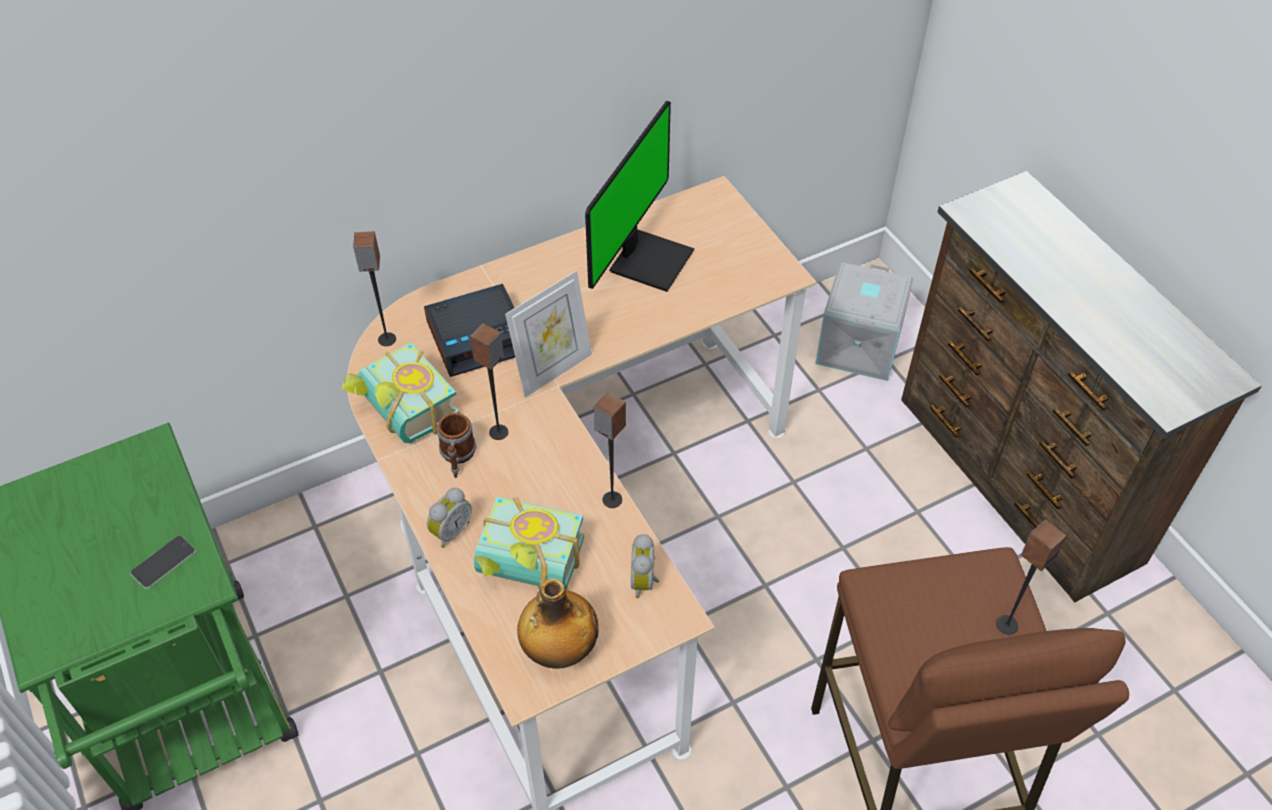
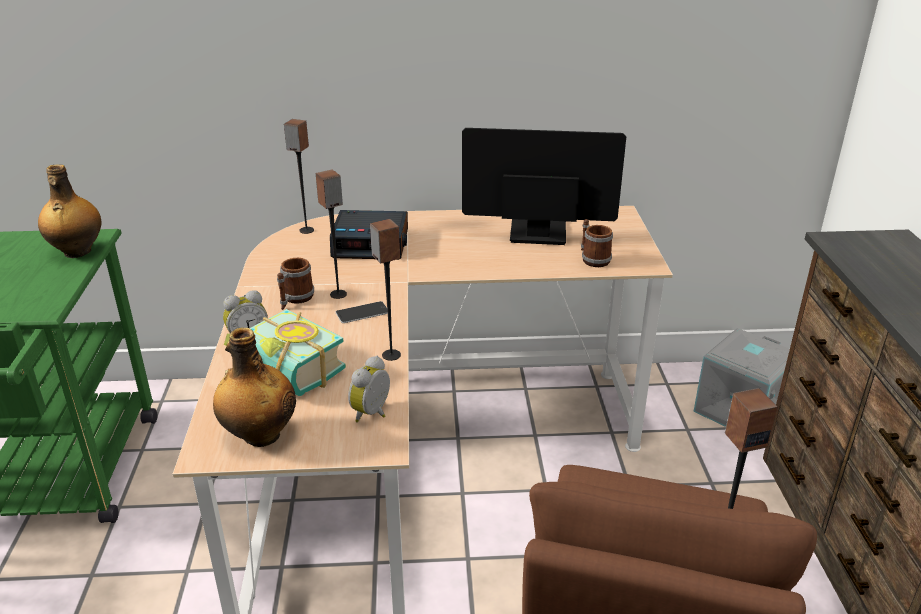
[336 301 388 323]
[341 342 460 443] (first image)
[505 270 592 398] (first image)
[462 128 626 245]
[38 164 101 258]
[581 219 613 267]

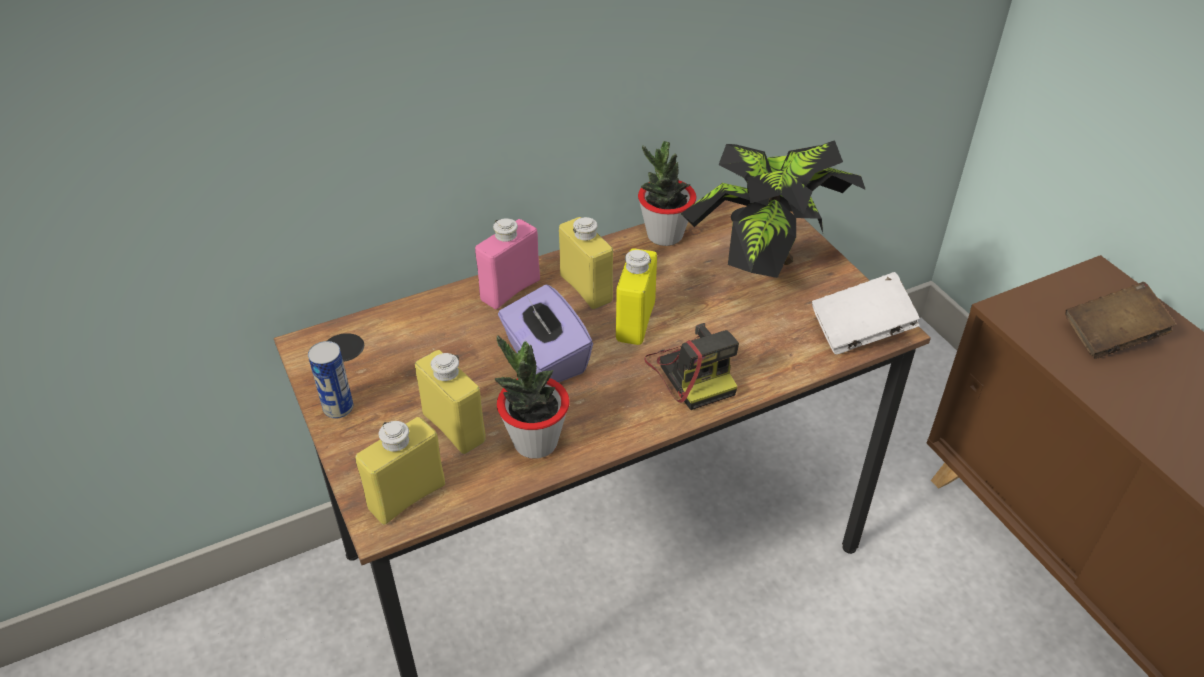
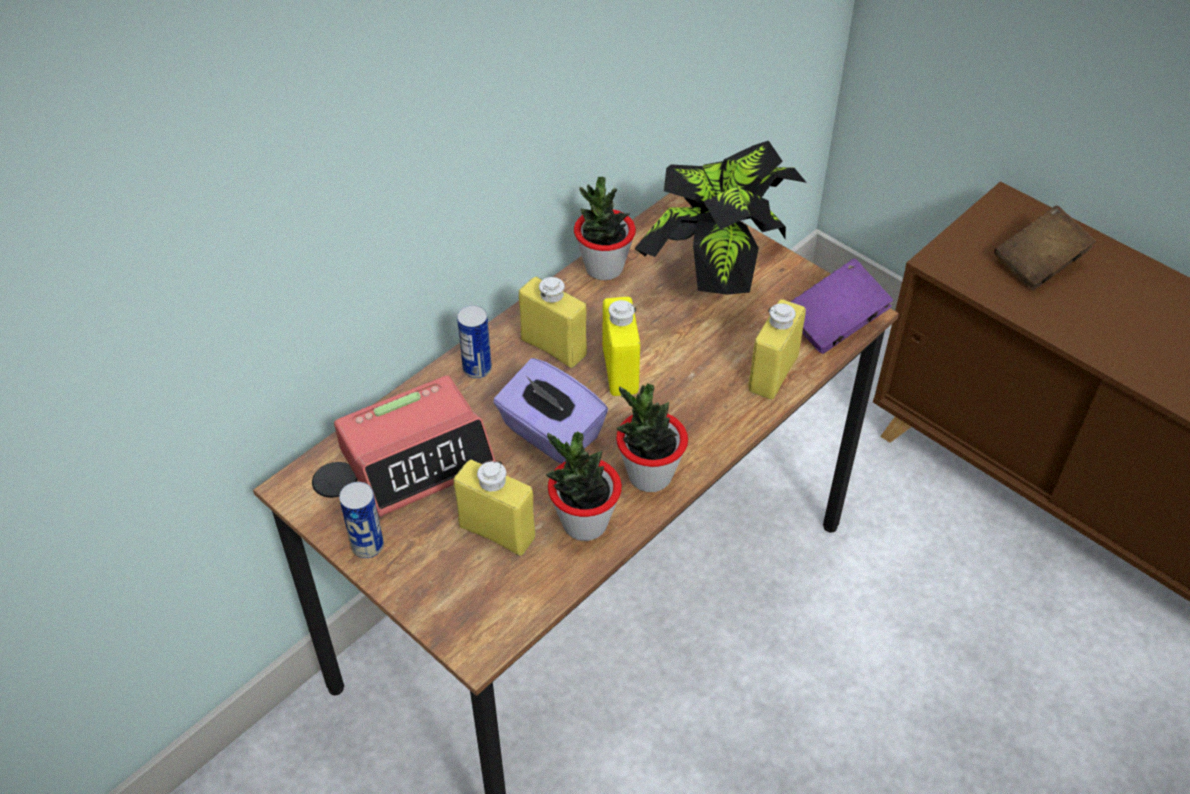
[748 299 806 399]
[457 305 492 379]
[644 323 739 410] (first image)
[791 259 893 354]
[334 375 496 517]
[616 383 688 492]

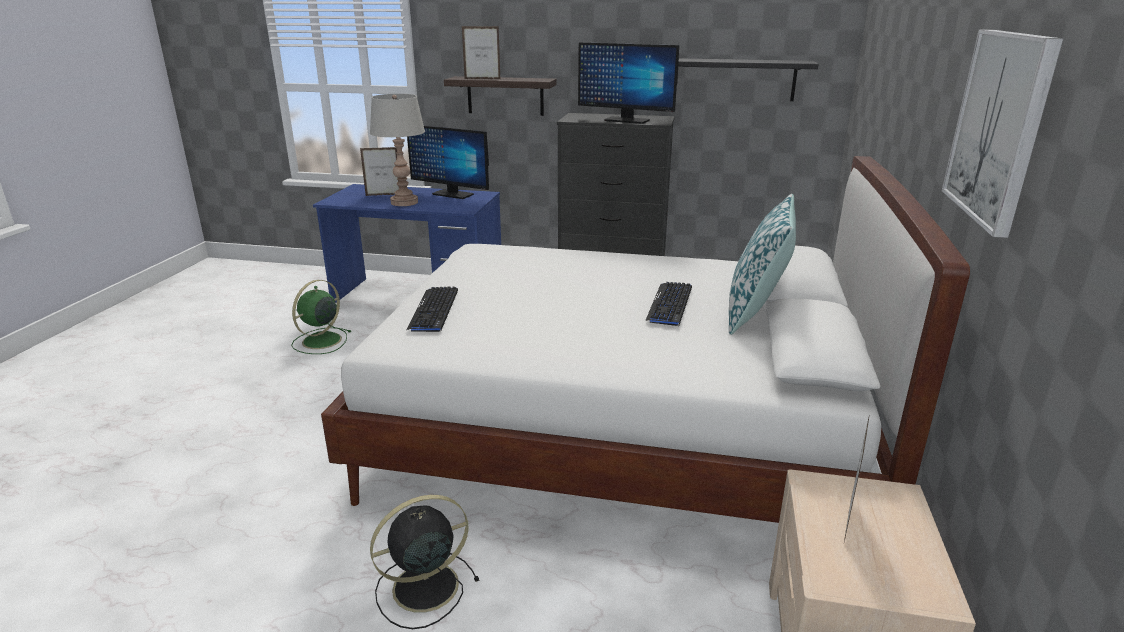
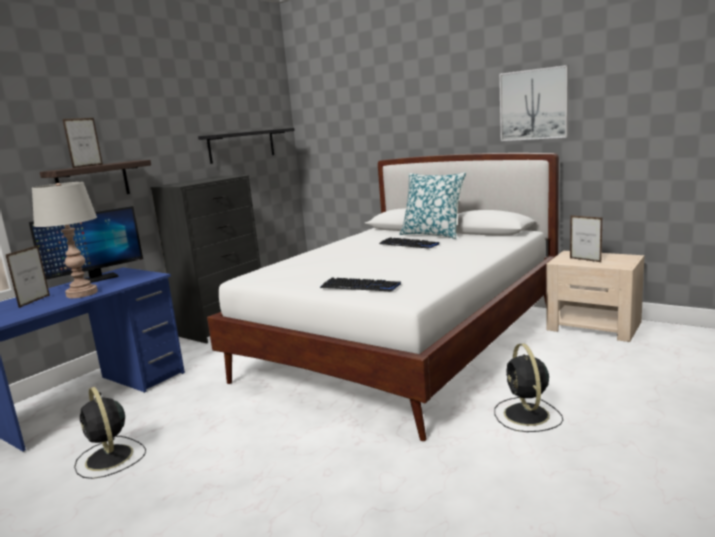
[74 387 146 479]
[578 42 679 124] (first image)

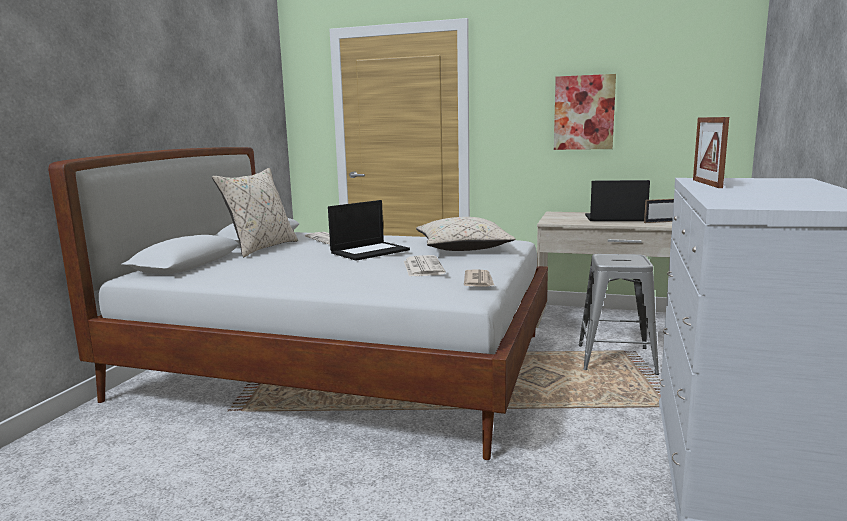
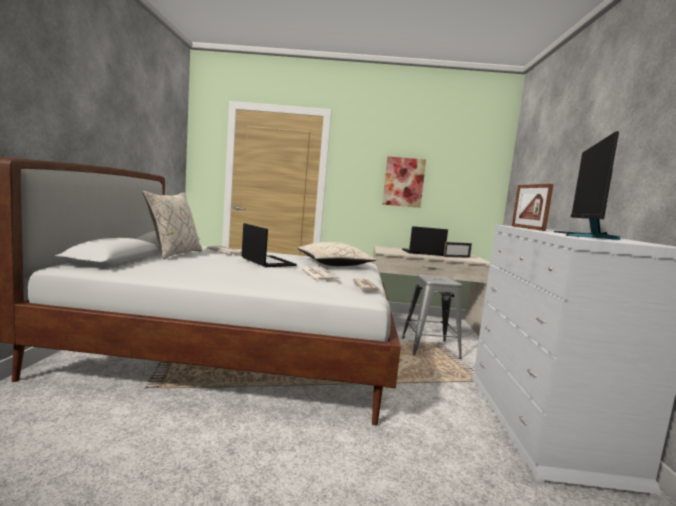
[242 223 297 267]
[554 131 620 240]

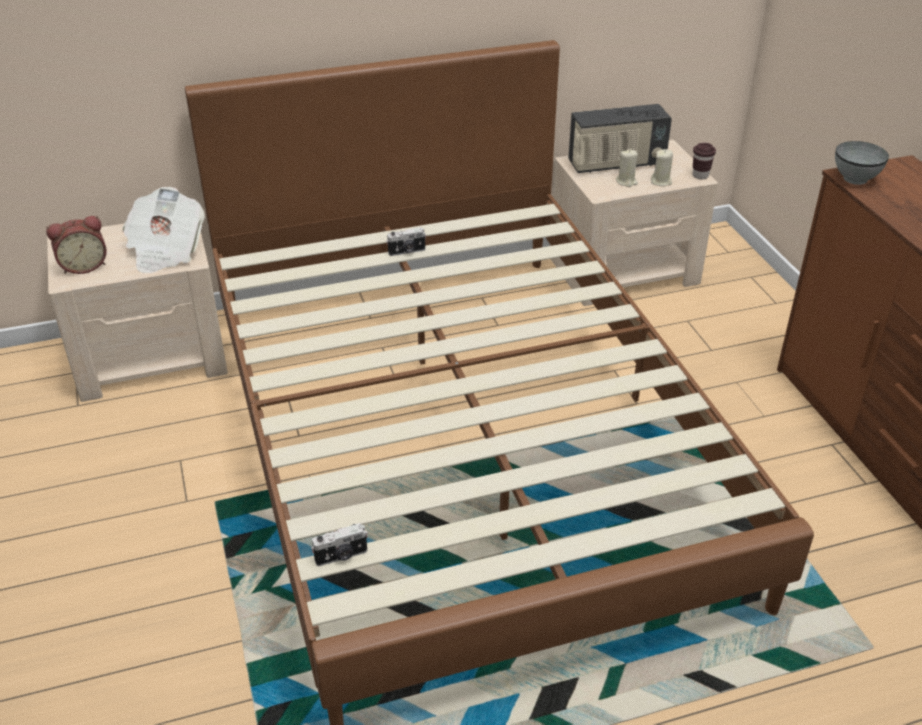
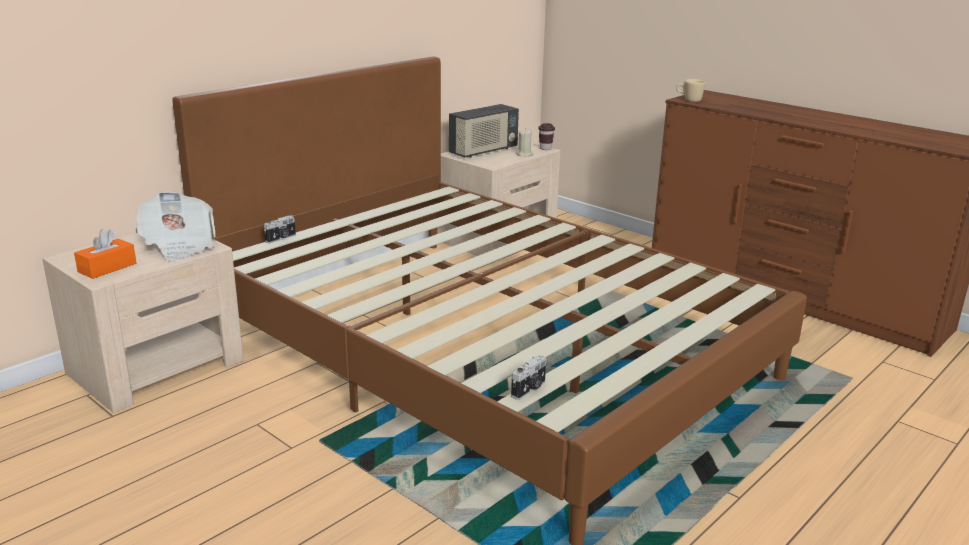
[74 229 136 279]
[264 215 296 243]
[616 149 638 187] (first image)
[676 79 706 102]

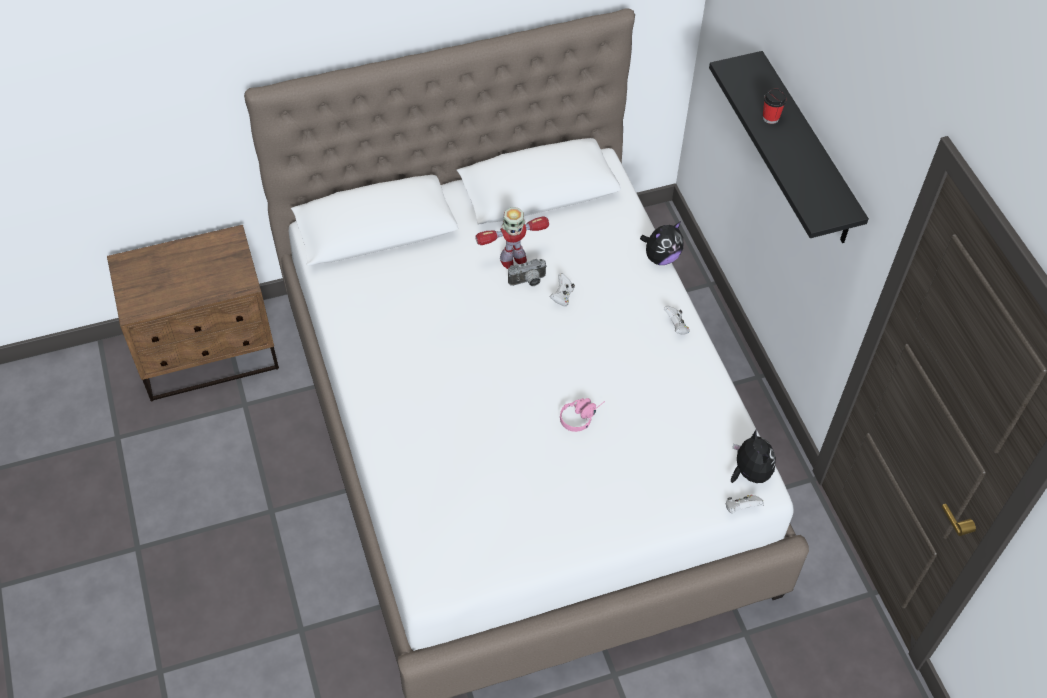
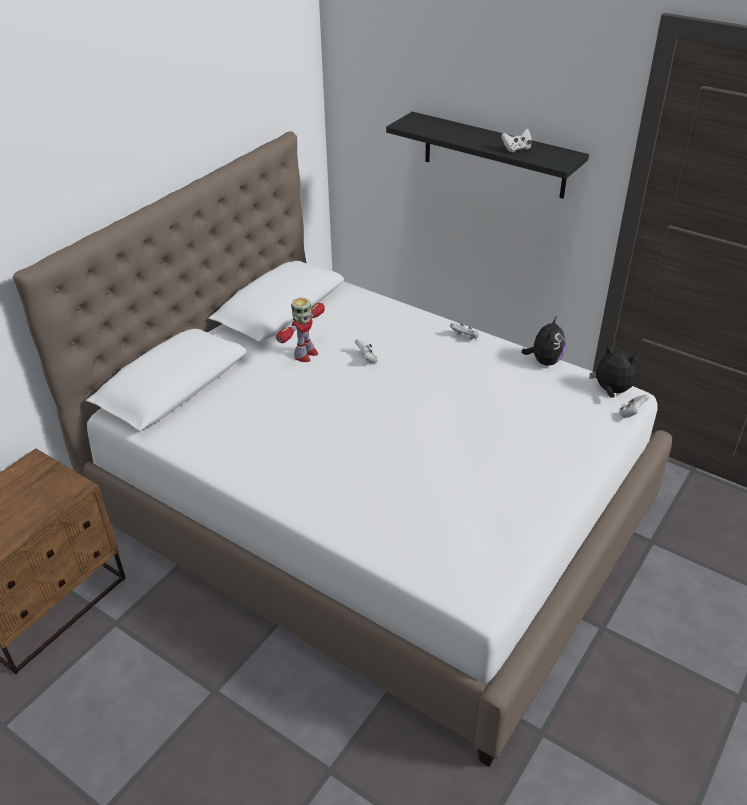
[508 259 547 286] (first image)
[560 398 605 432] (first image)
[521 316 565 366]
[763 88 787 124] (first image)
[501 128 531 152]

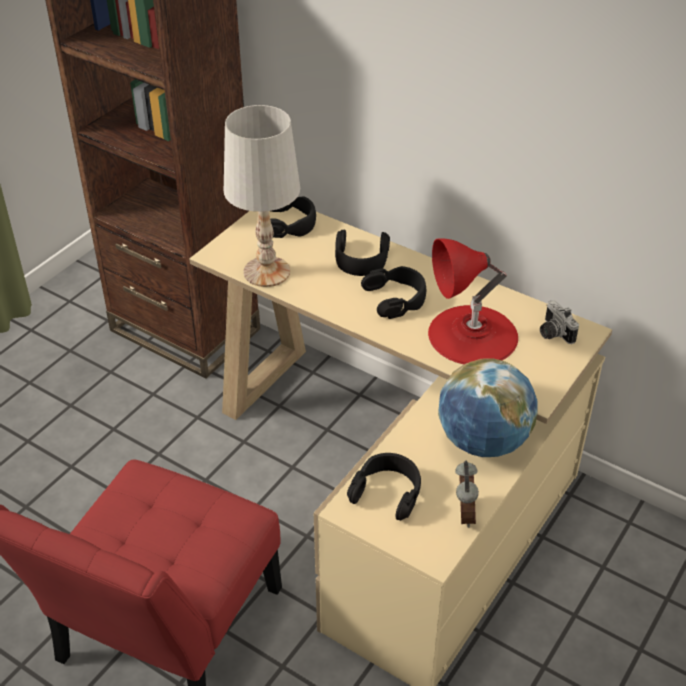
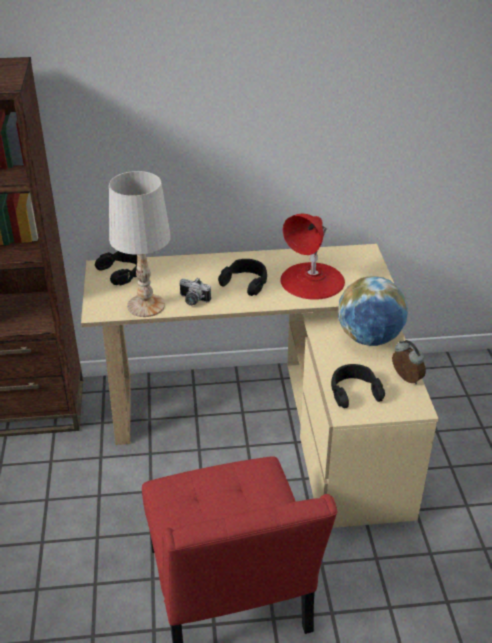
[335 230 390 276] (first image)
[180 278 211 306]

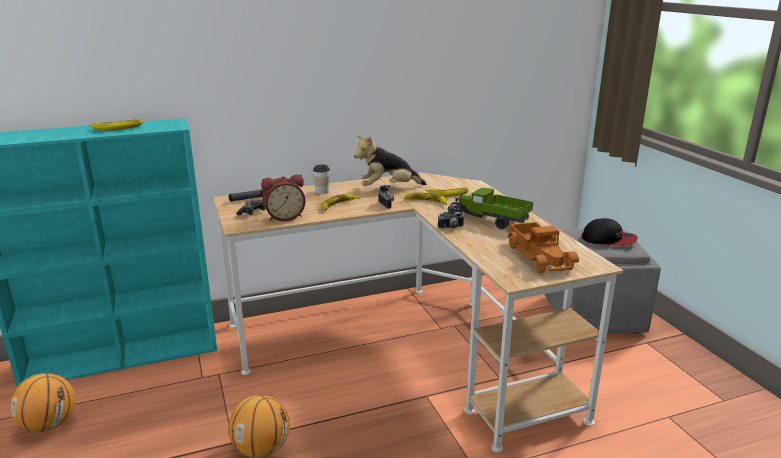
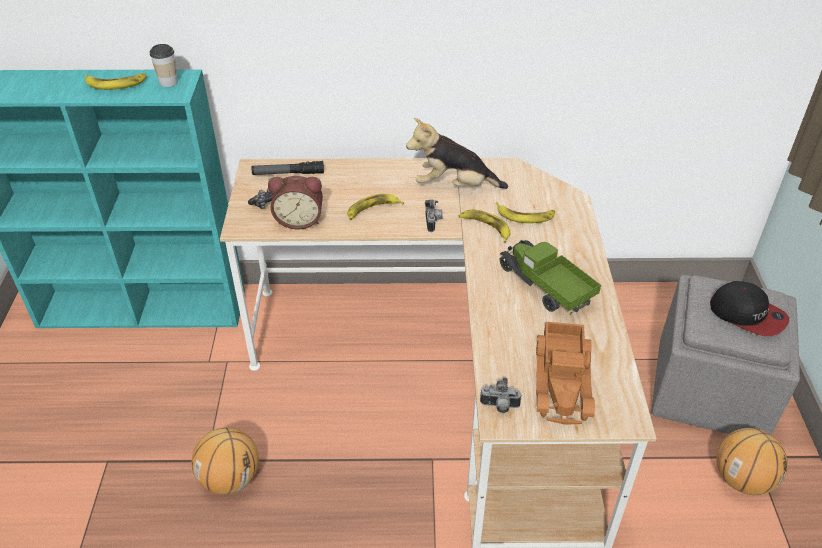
[716 428 788 495]
[149 44 178 87]
[480 378 522 413]

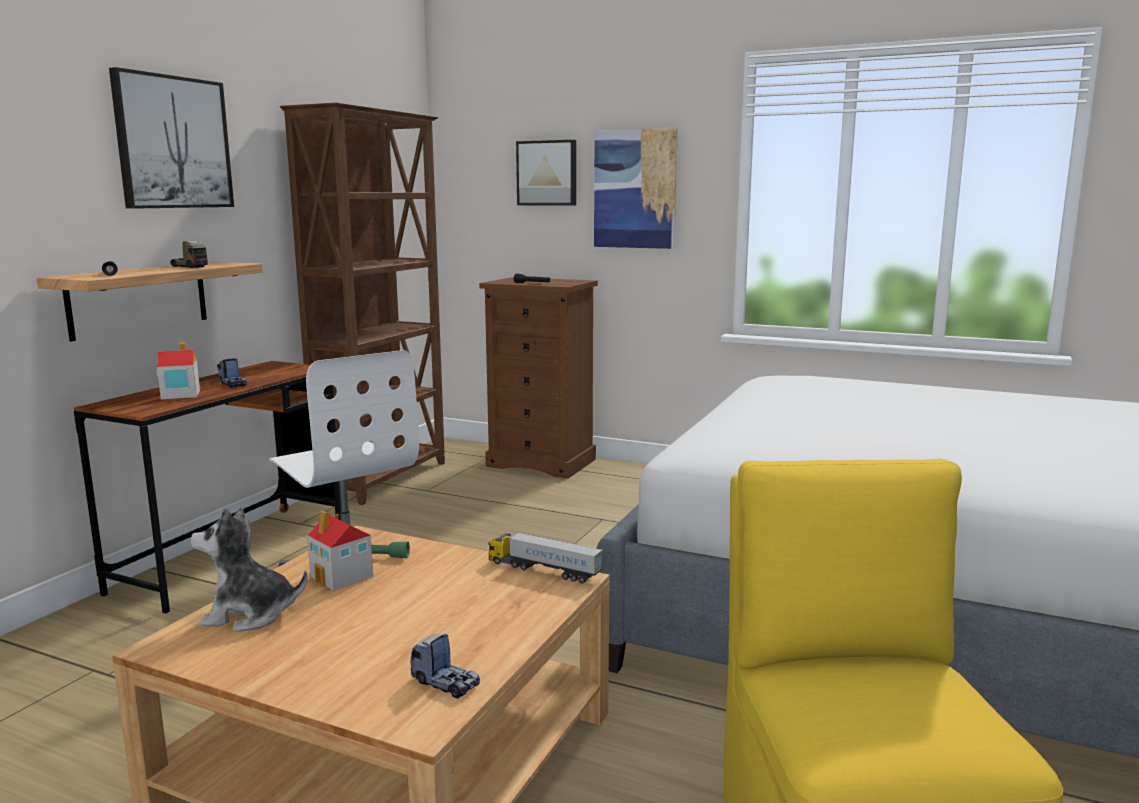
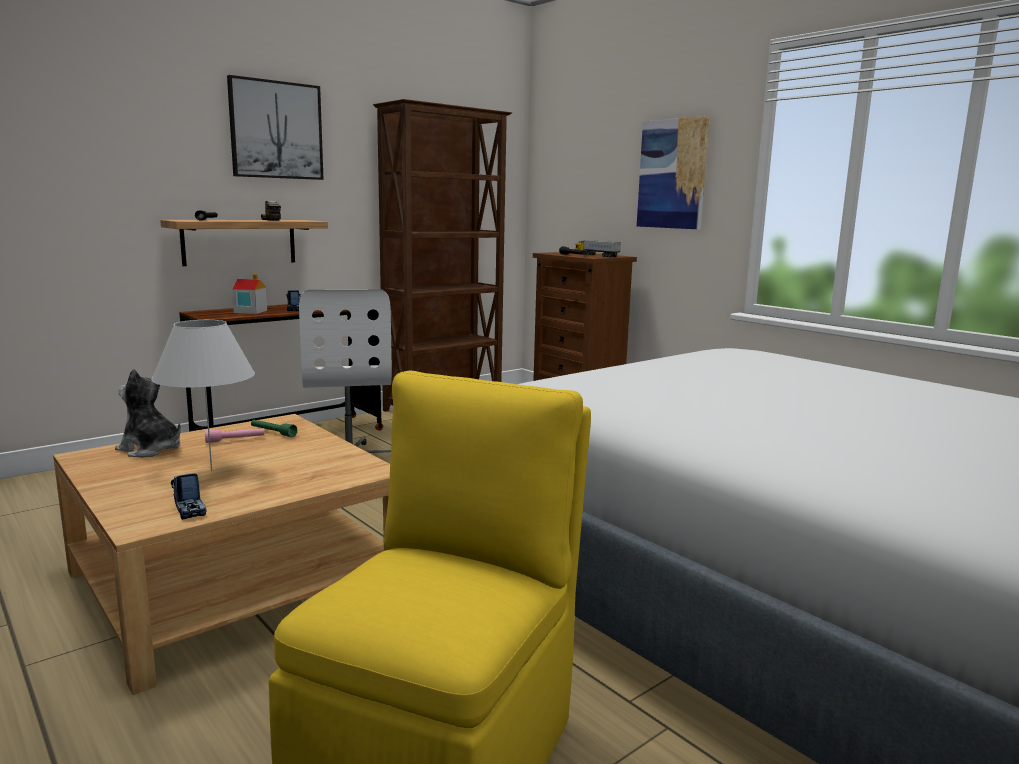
[205 428 264 443]
[576 240 621 257]
[516 140 576 206] (first image)
[151 320 255 471]

